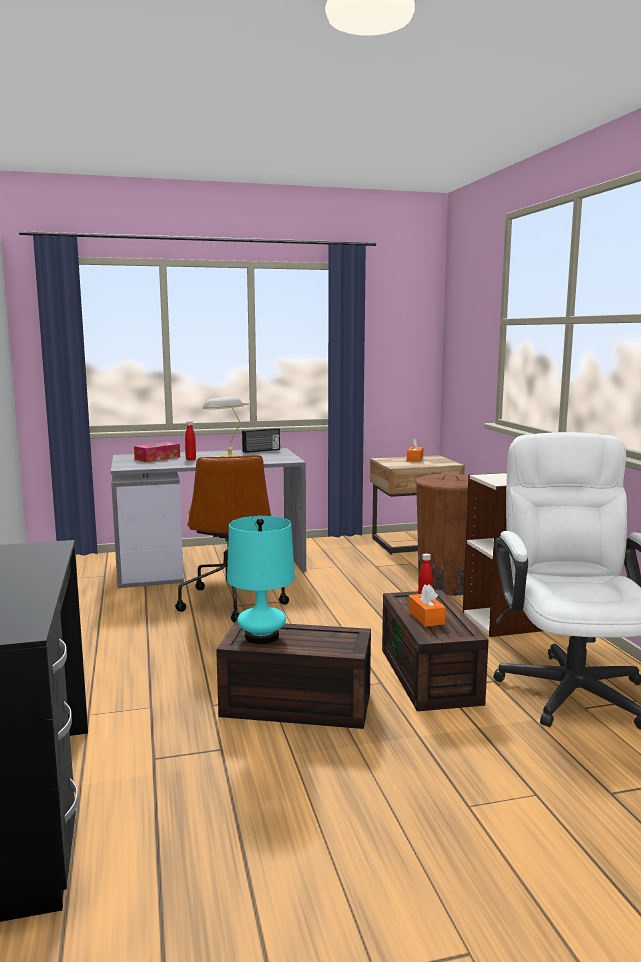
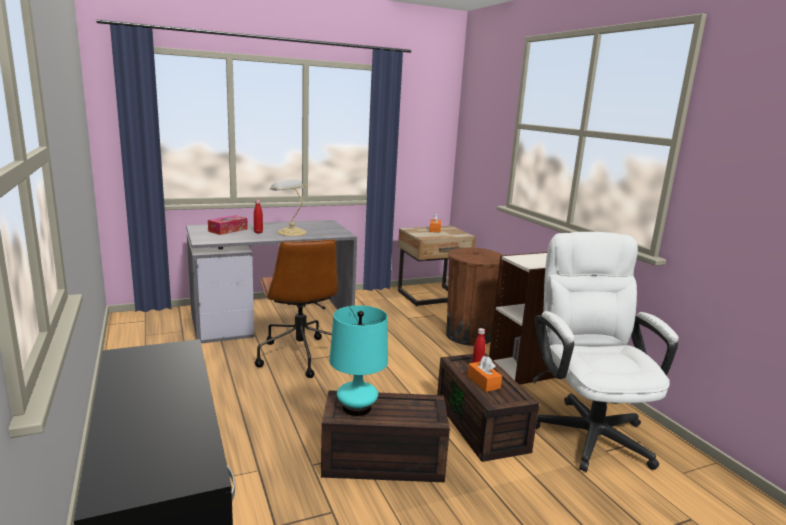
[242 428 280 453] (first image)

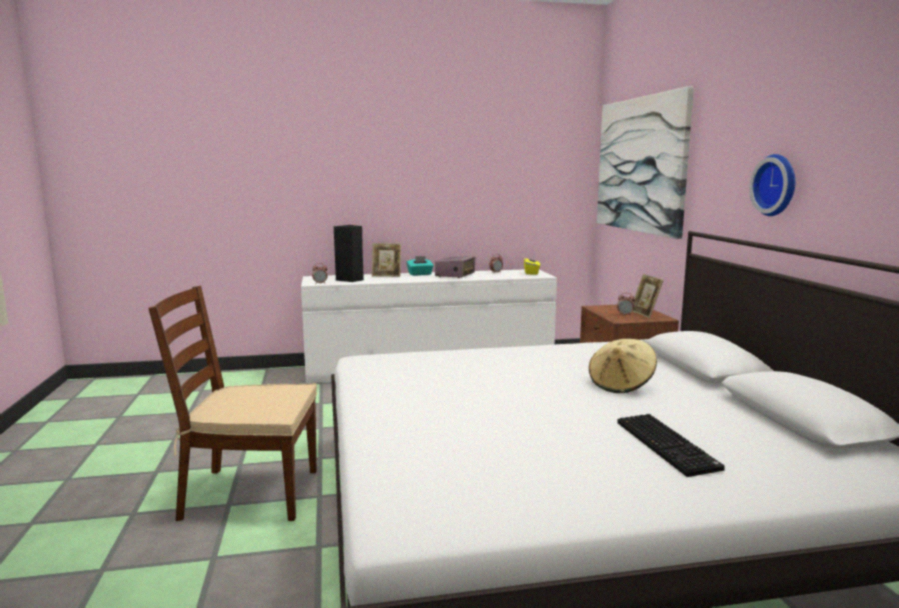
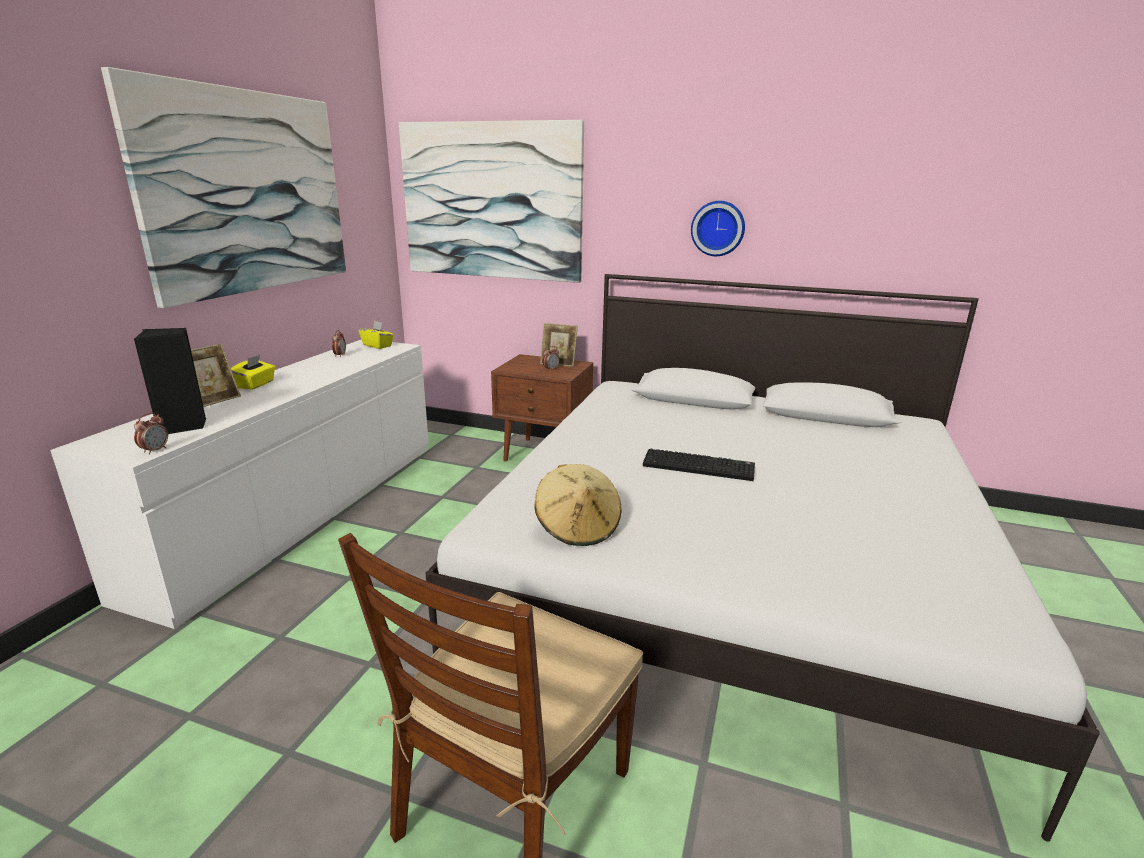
[231 355 275 390]
[435 256 476 278] (first image)
[534 464 622 546]
[643 448 755 481]
[101 67 346 308]

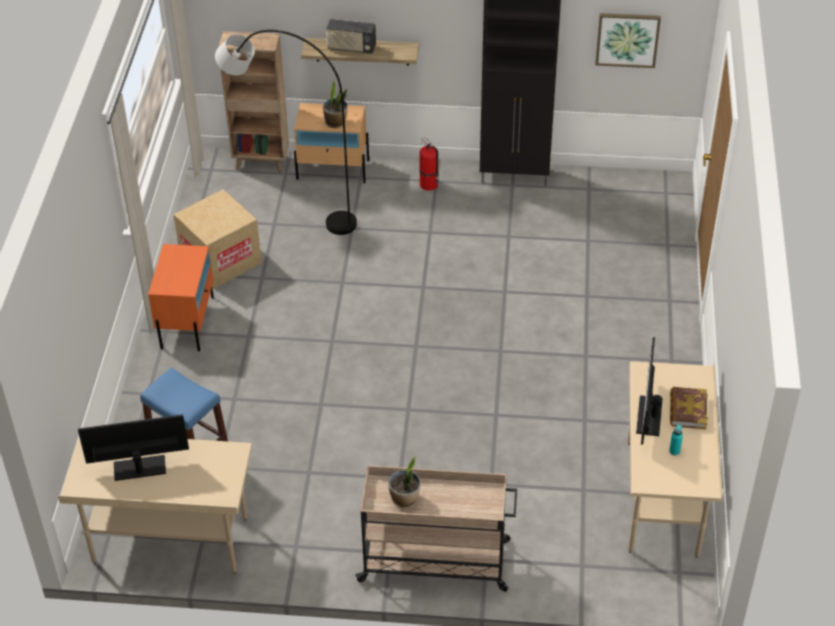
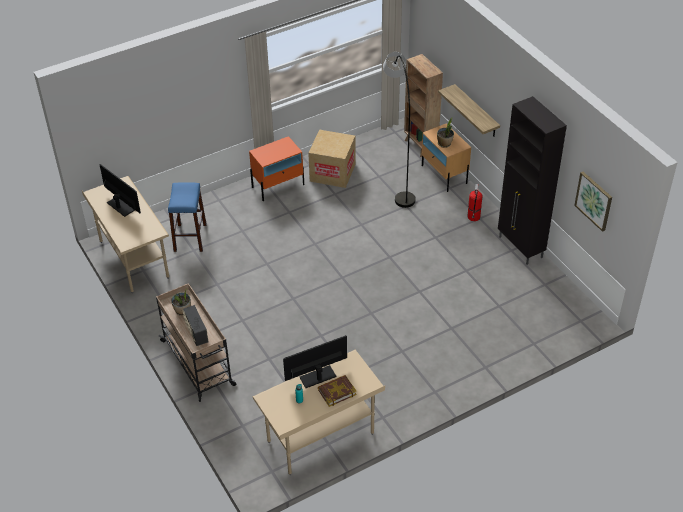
[183 305 208 346]

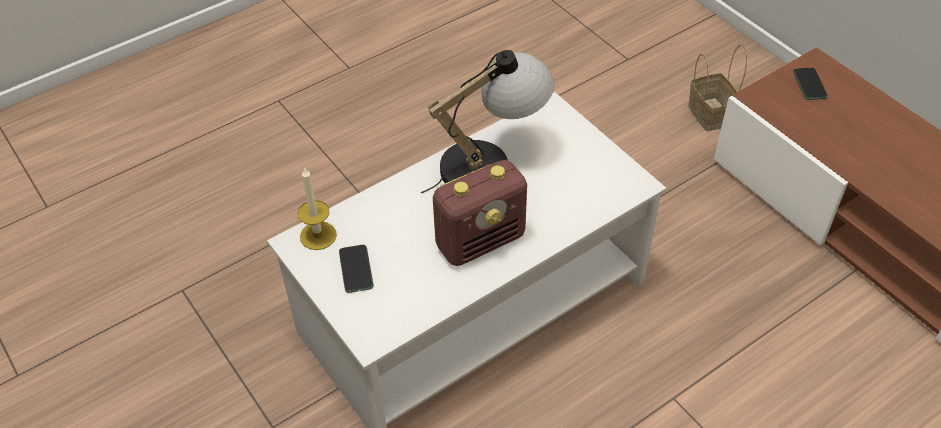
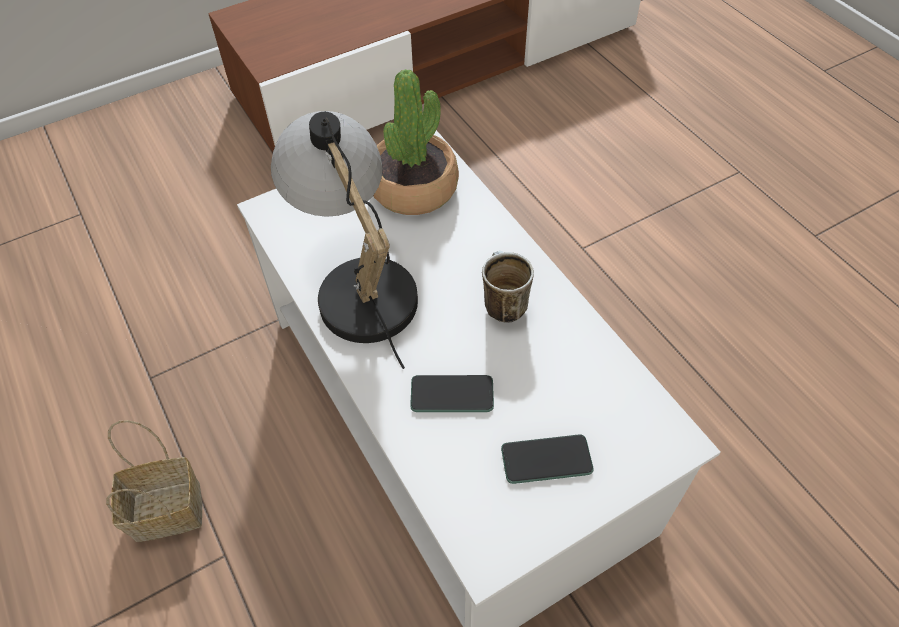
[298 167 337 250] (first image)
[482 251 534 323]
[106 420 202 542]
[410 375 494 412]
[373 69 459 215]

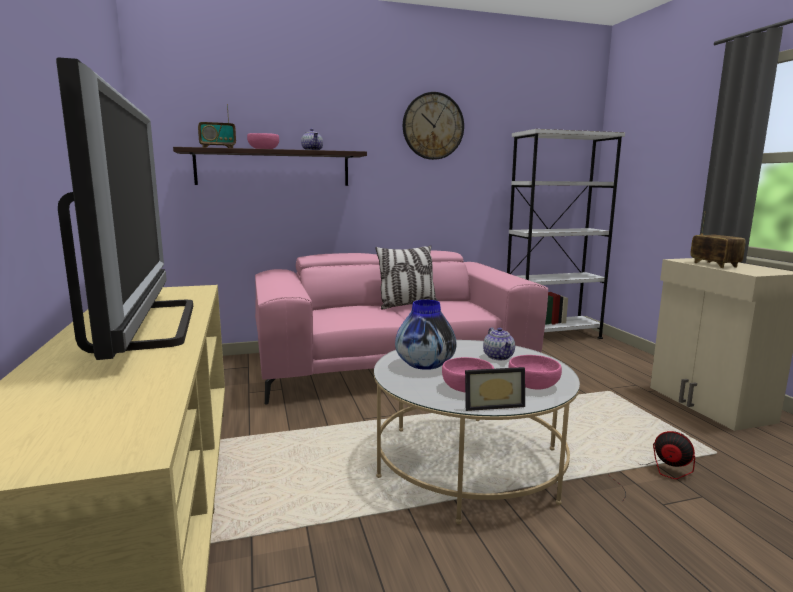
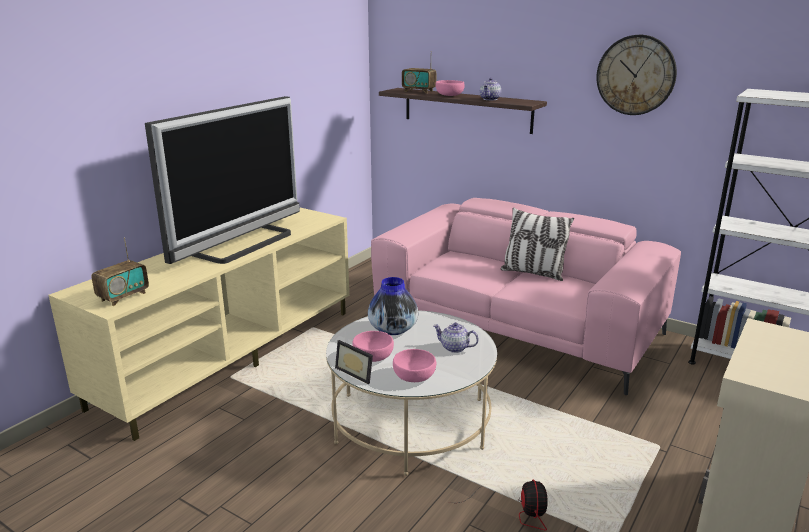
[433 322 479 353]
[91 238 149 306]

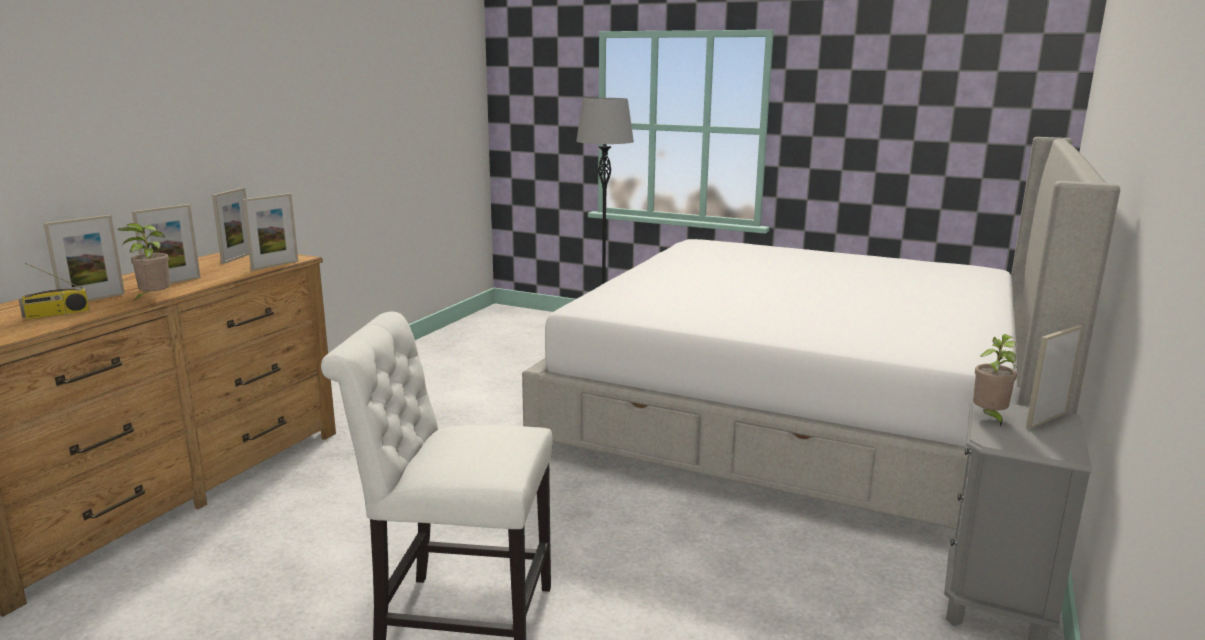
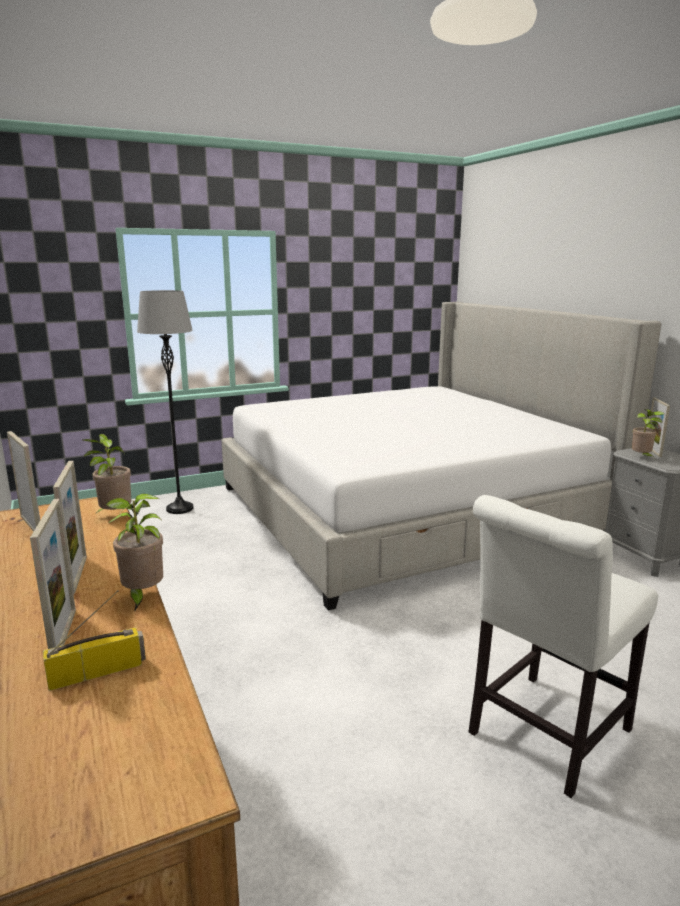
[43 590 146 691]
[82 434 132 514]

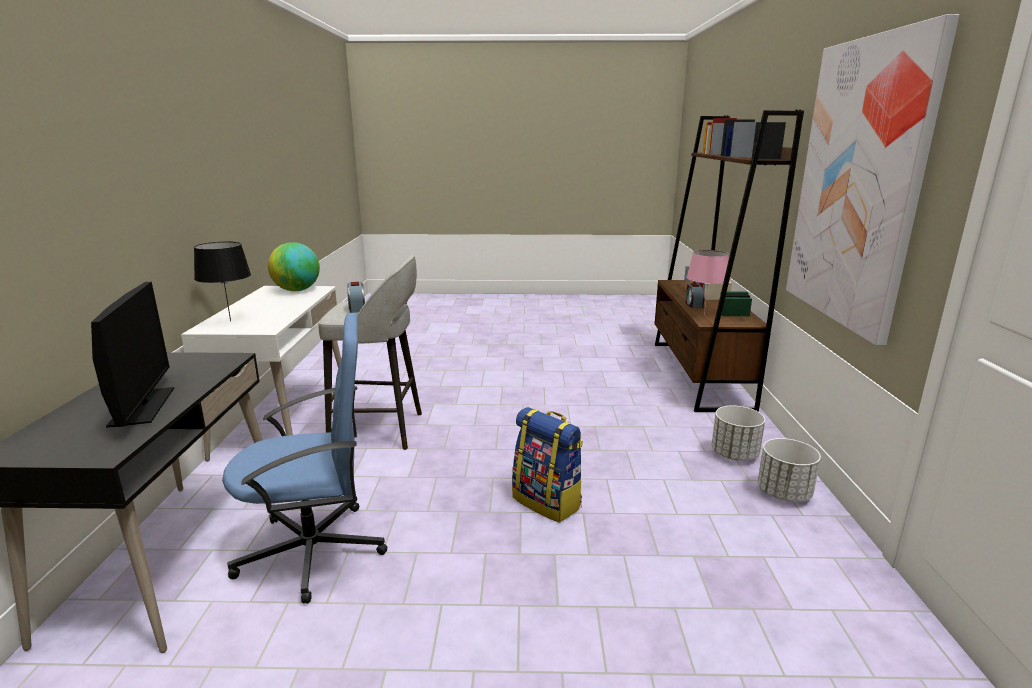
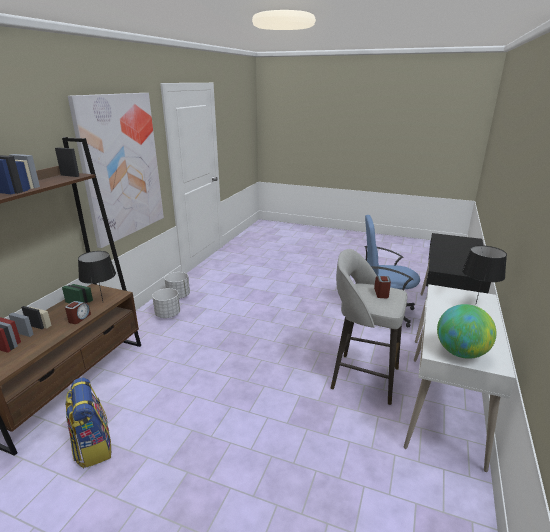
[91 282 174 428] (first image)
[65 377 111 468]
[78 251 116 301]

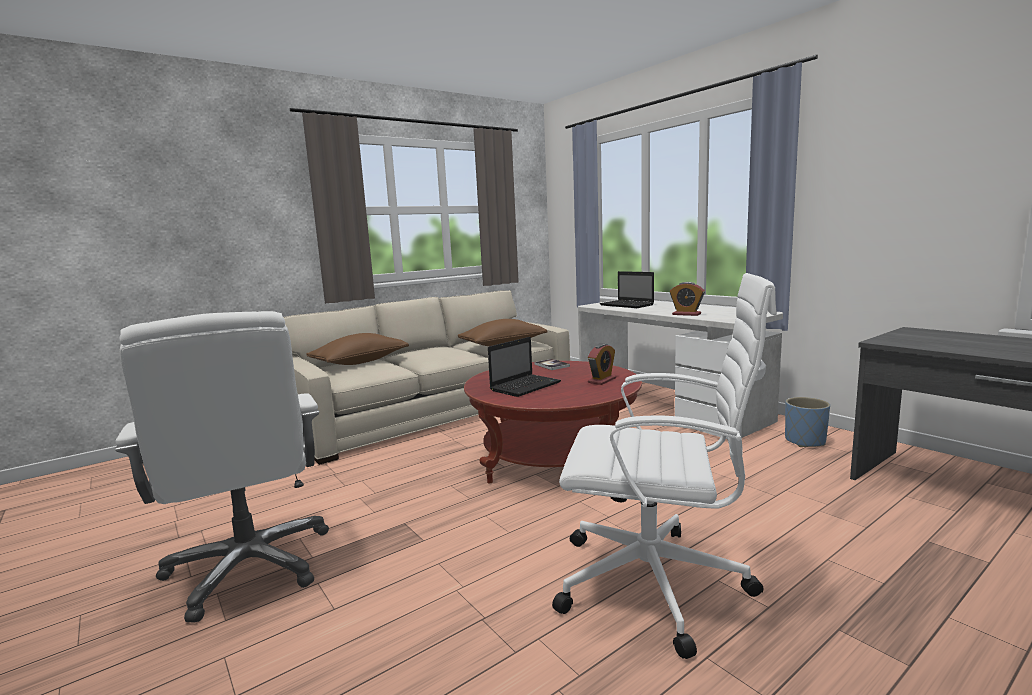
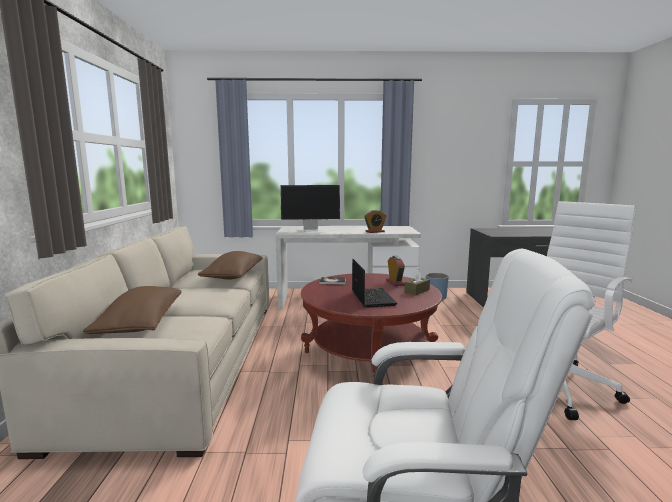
[280 185 340 232]
[404 270 430 295]

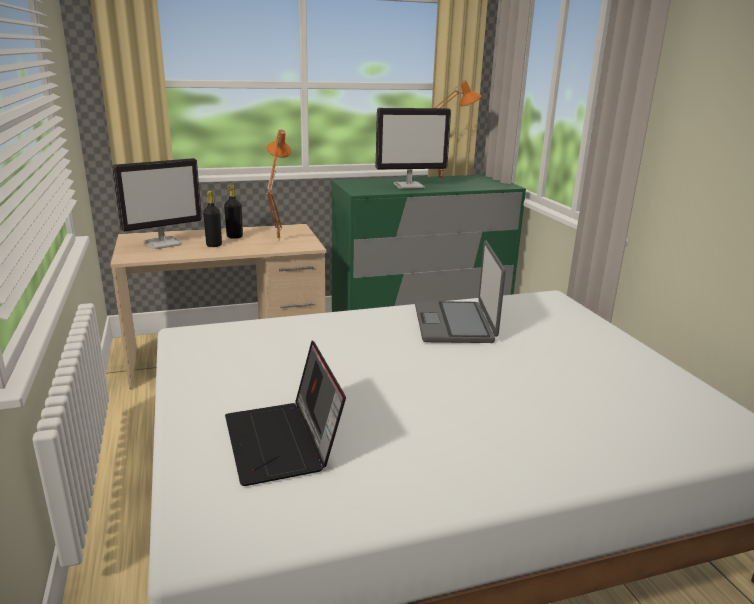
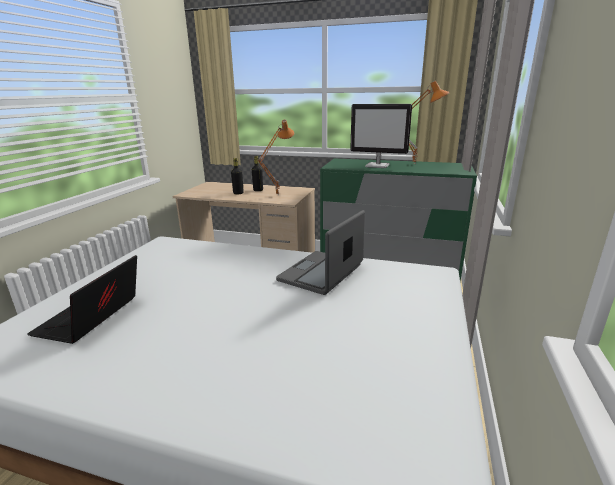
[112 158 202 249] (first image)

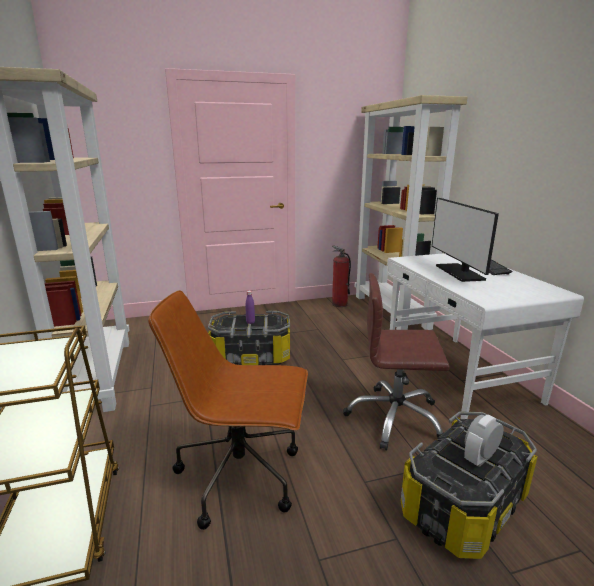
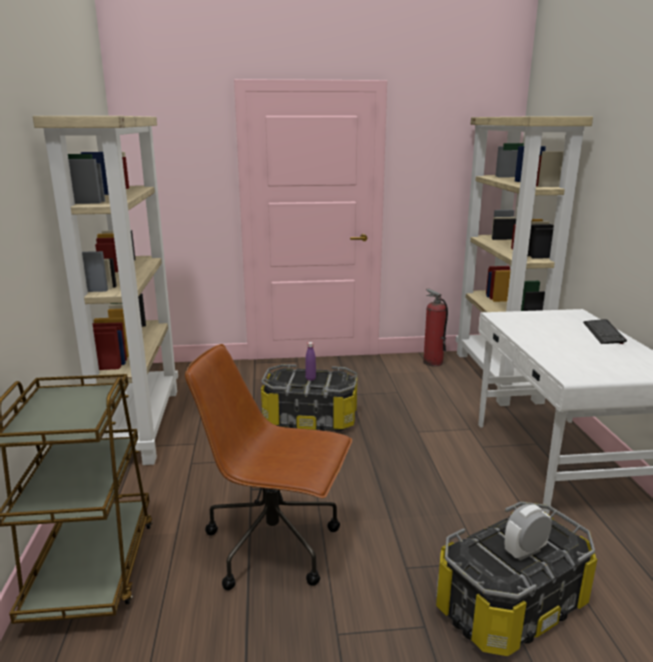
[343 273 450 451] (first image)
[432 198 499 282] (first image)

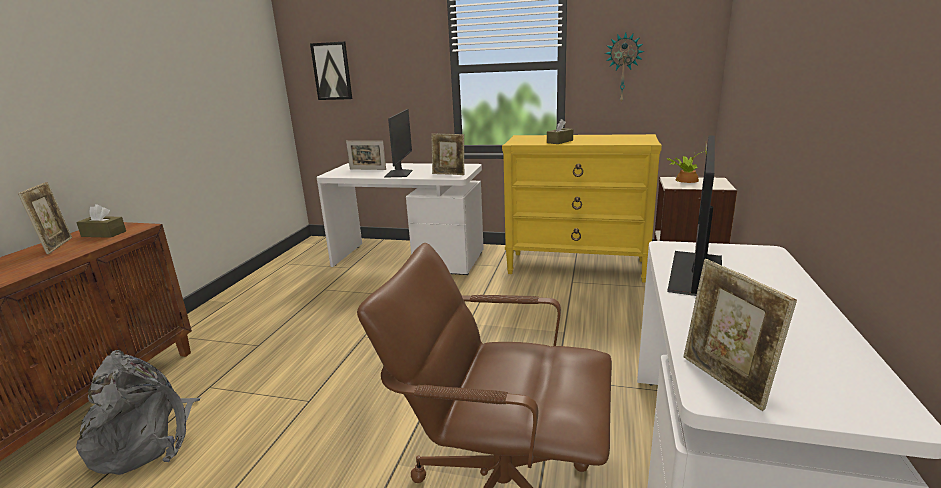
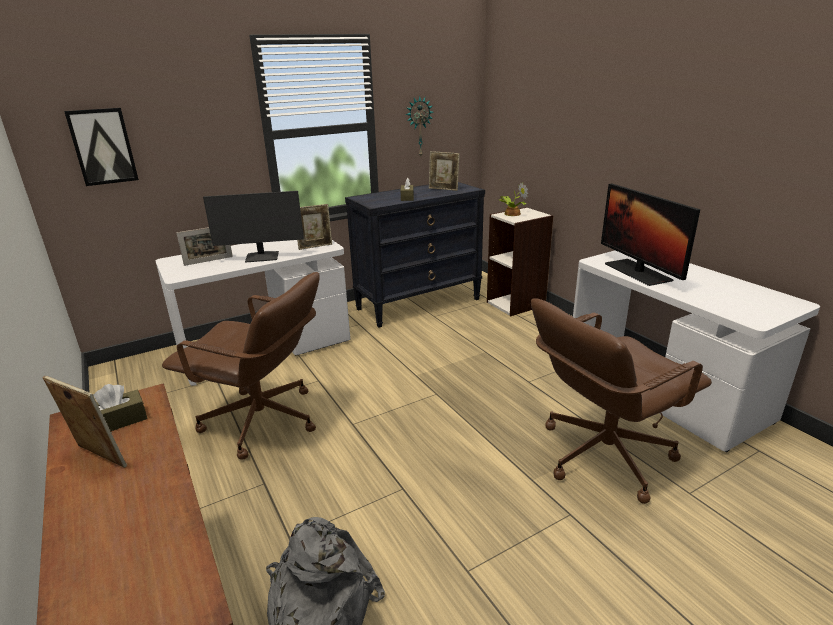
[203 191 304 263]
[345 182 485 327]
[429 151 460 191]
[162 272 320 460]

